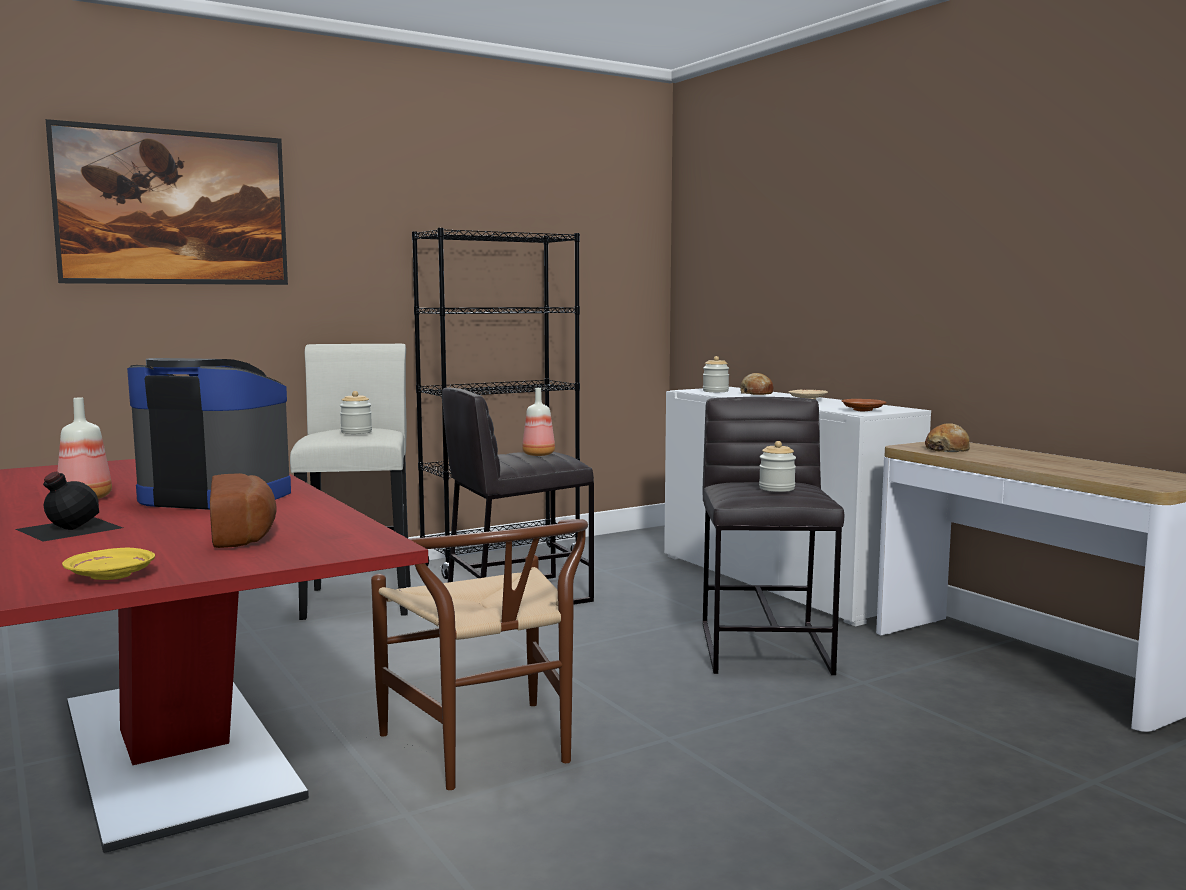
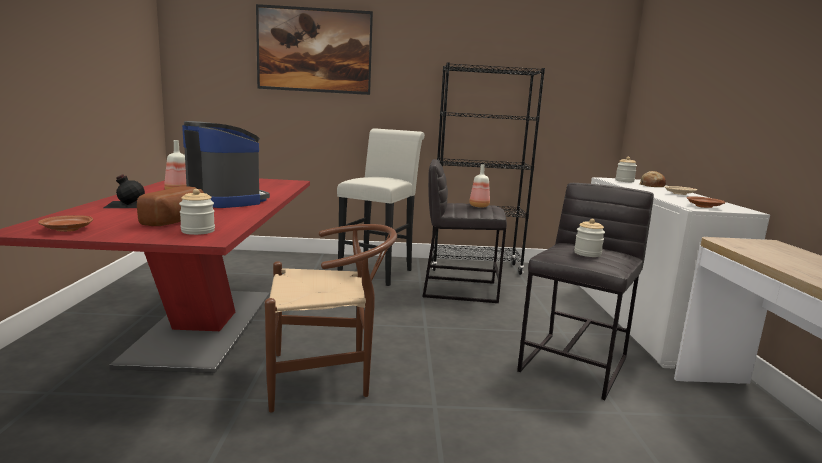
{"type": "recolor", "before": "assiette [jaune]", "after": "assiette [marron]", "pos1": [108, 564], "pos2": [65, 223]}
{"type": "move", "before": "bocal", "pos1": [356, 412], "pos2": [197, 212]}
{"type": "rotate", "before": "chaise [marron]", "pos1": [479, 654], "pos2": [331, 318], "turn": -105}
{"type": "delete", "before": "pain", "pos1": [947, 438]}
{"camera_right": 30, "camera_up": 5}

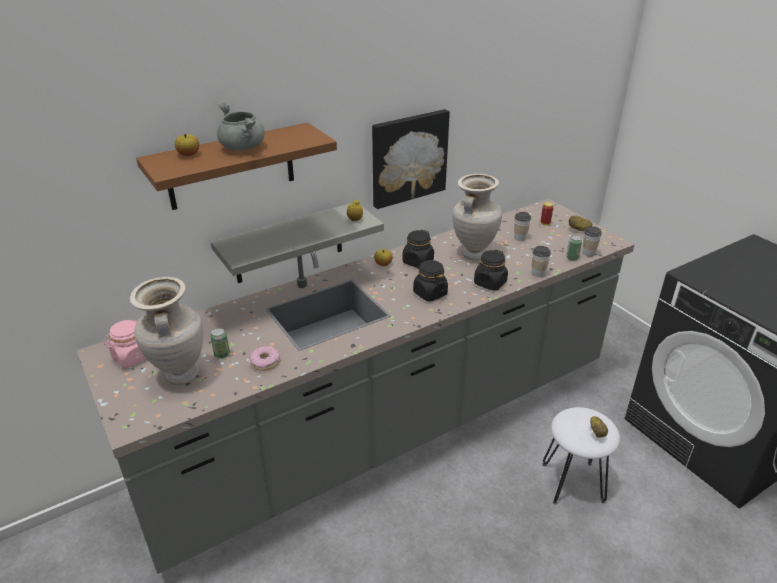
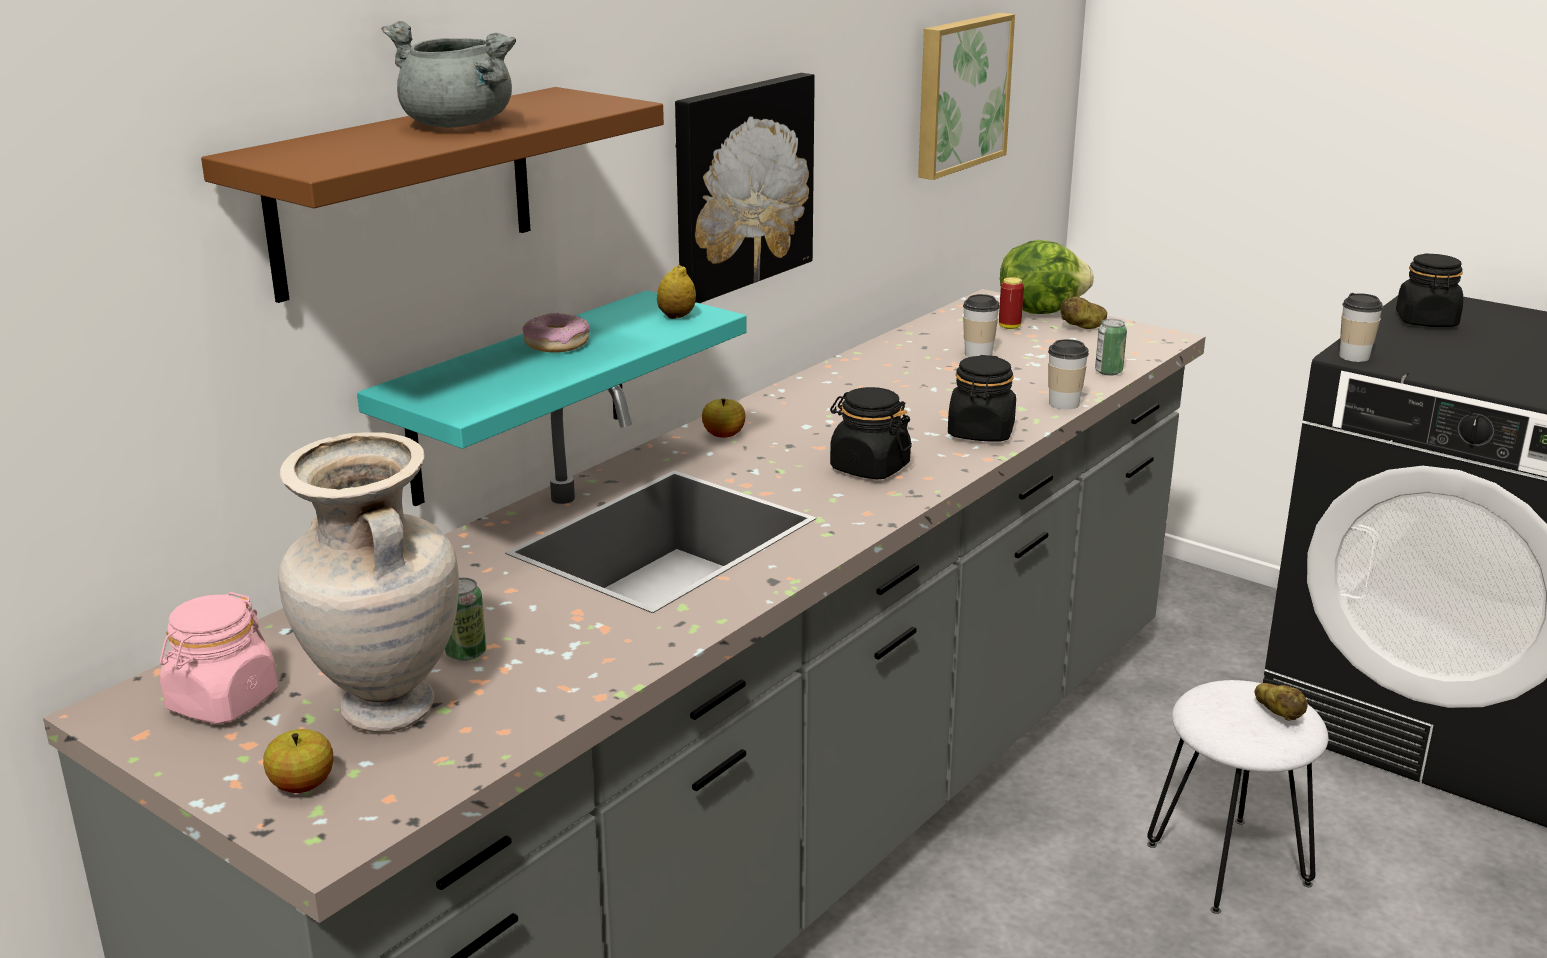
{"type": "move", "before": "pomme", "pos1": [187, 145], "pos2": [298, 761]}
{"type": "recolor", "before": "étagère [gris]", "after": "étagère [turquoise]", "pos1": [297, 243], "pos2": [552, 398]}
{"type": "move", "before": "beignet", "pos1": [264, 358], "pos2": [556, 332]}
{"type": "move", "before": "bocal [noir]", "pos1": [418, 248], "pos2": [1429, 290]}
{"type": "delete", "before": "vase [beige]", "pos1": [477, 217]}
{"type": "move", "before": "tasse", "pos1": [592, 241], "pos2": [1361, 327]}
{"type": "insert", "after": "tableau", "pos2": [966, 96]}
{"type": "insert", "after": "laitue", "pos2": [1047, 277]}
{"camera_right": -20, "camera_up": -10}

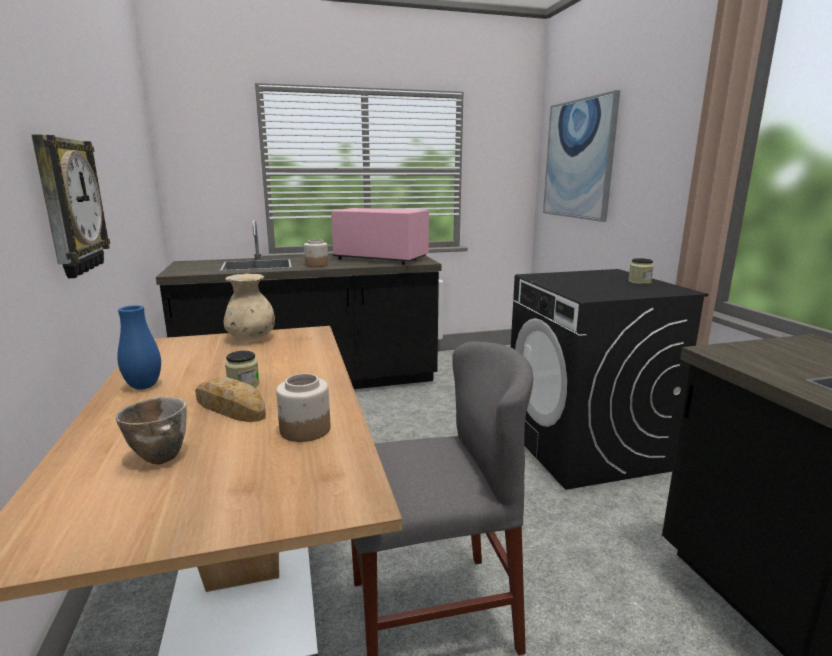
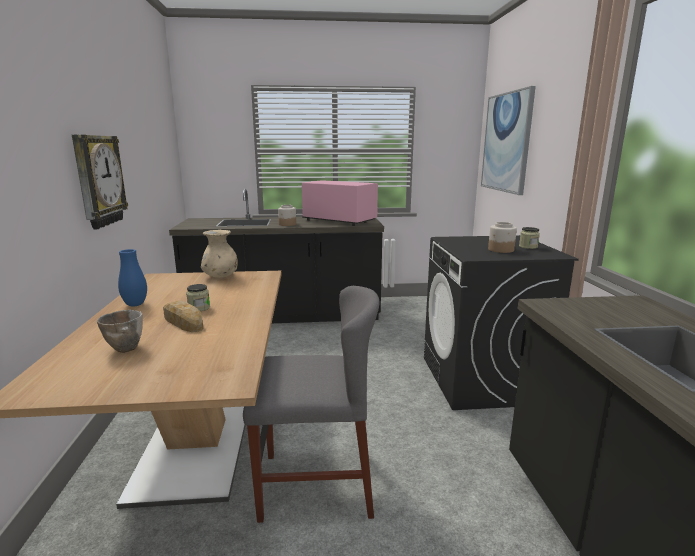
{"type": "move", "before": "bocal", "pos1": [303, 408], "pos2": [502, 237]}
{"camera_right": 10, "camera_up": 0}

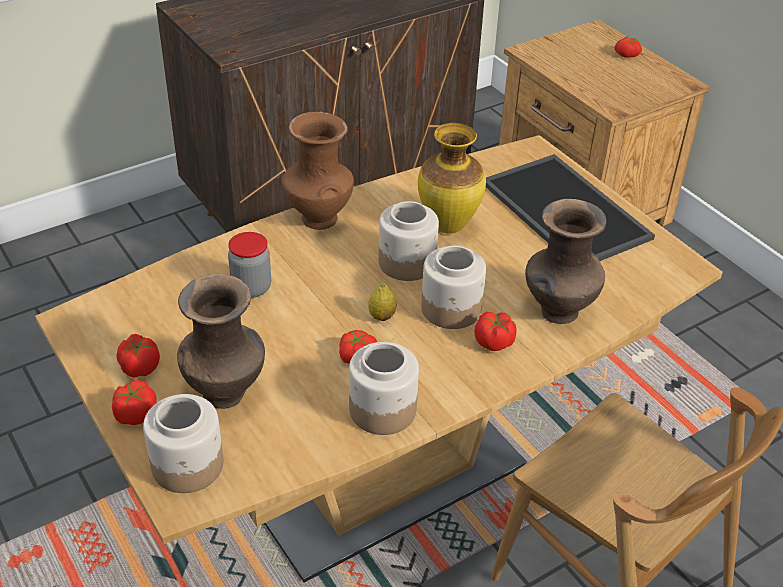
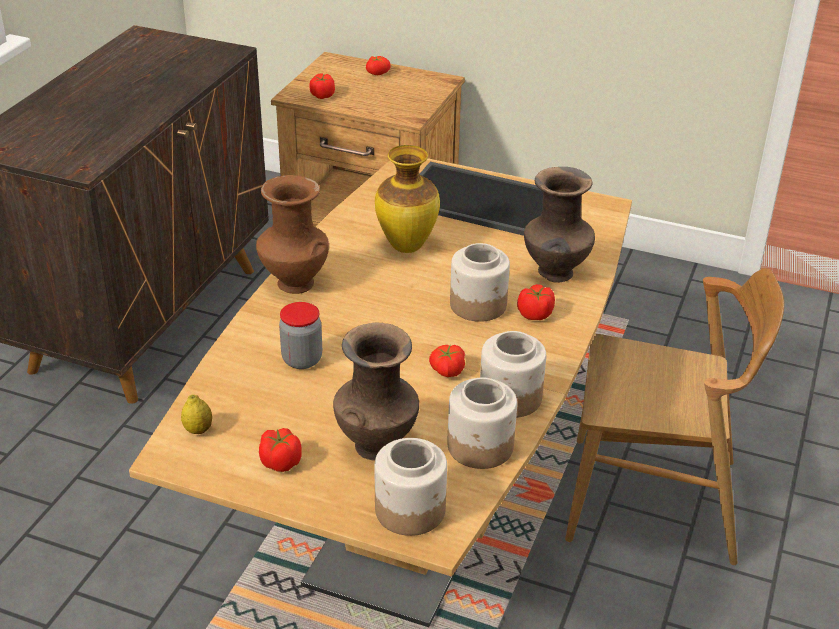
{"type": "move", "before": "tomate", "pos1": [134, 402], "pos2": [322, 86]}
{"type": "move", "before": "citron", "pos1": [382, 302], "pos2": [196, 414]}
{"type": "move", "before": "bocal", "pos1": [409, 241], "pos2": [482, 423]}
{"camera_right": -35, "camera_up": -5}

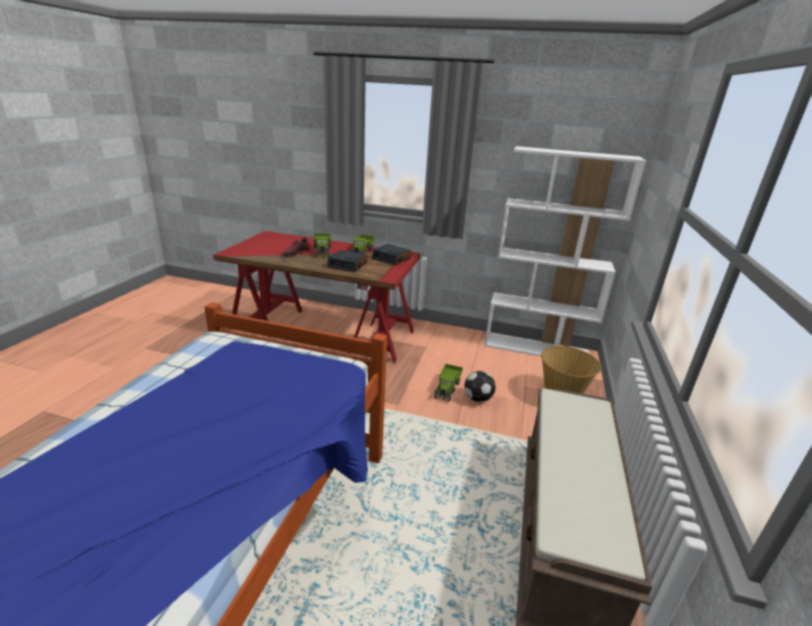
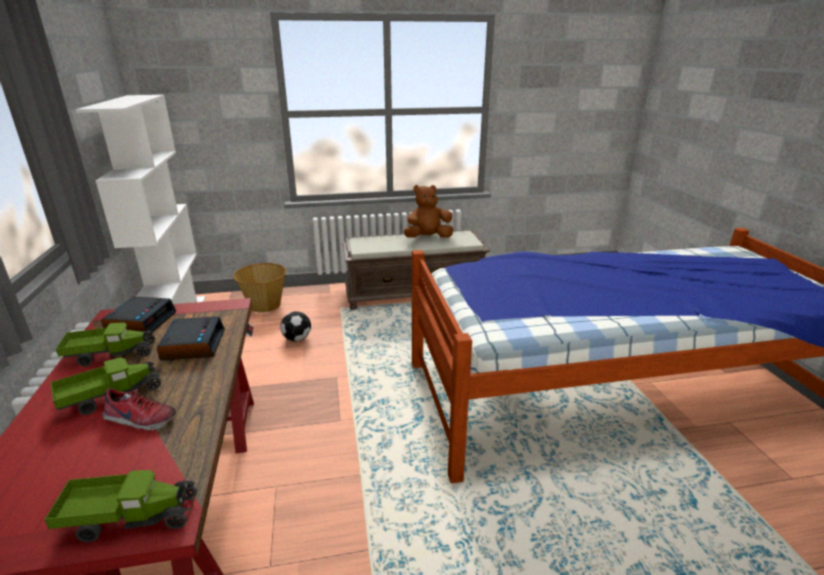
{"type": "move", "before": "camion jouet", "pos1": [448, 383], "pos2": [121, 504]}
{"type": "insert", "after": "peluche [marron]", "pos2": [429, 211]}
{"camera_right": -115, "camera_up": 0}

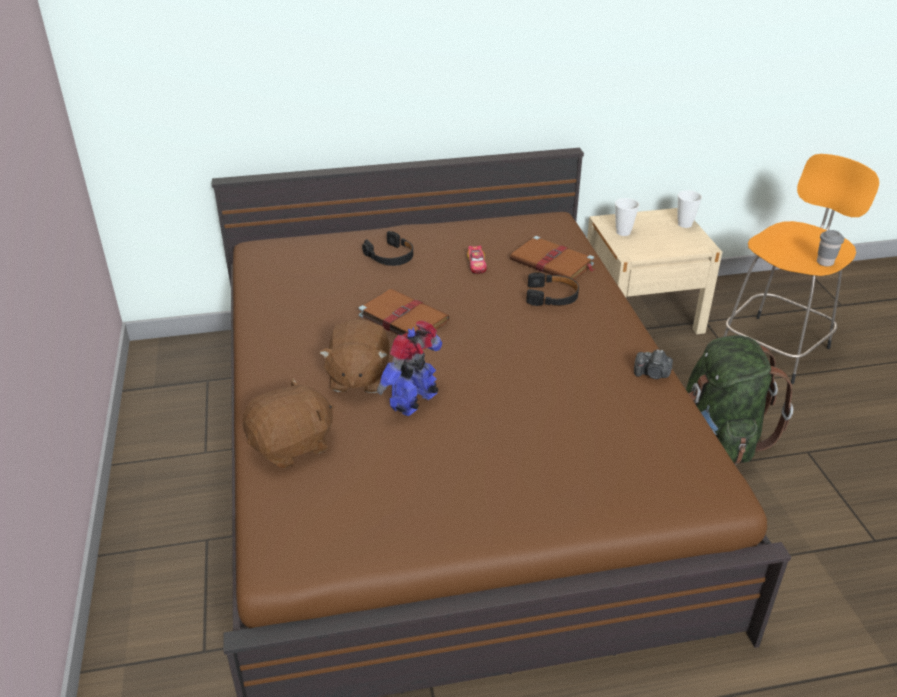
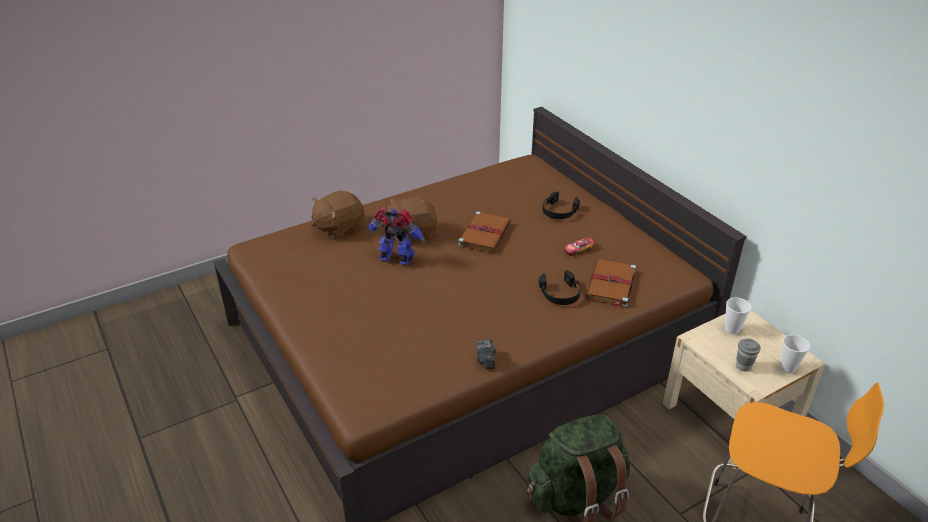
{"type": "rotate", "before": "peluche [marron]", "pos1": [288, 423], "pos2": [337, 215], "turn": 105}
{"type": "move", "before": "tasse [gris]", "pos1": [830, 248], "pos2": [748, 354]}
{"camera_right": 70, "camera_up": 0}

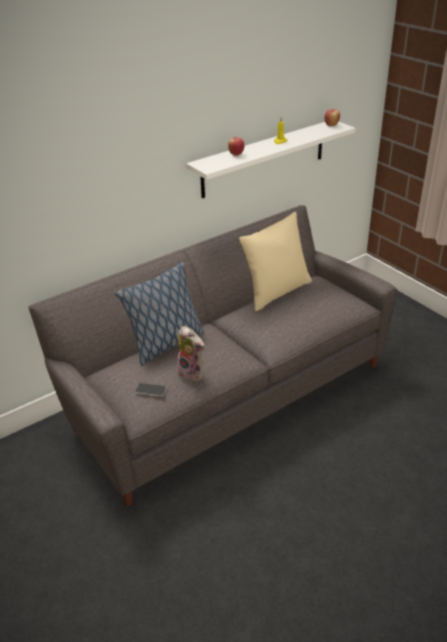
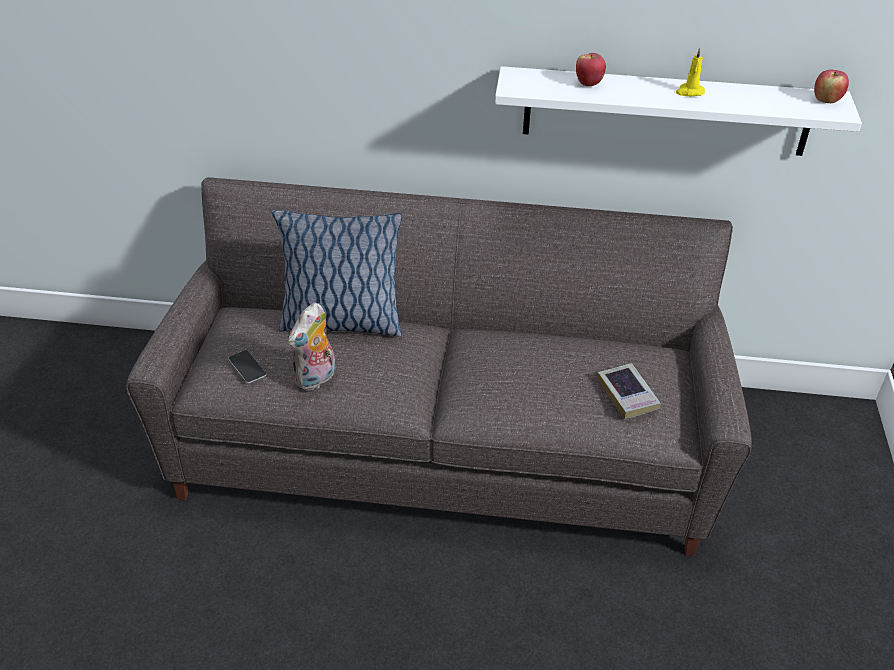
{"type": "rotate", "before": "peluche", "pos1": [191, 354], "pos2": [312, 347], "turn": 45}
{"type": "delete", "before": "coussin [beige]", "pos1": [275, 261]}
{"type": "insert", "after": "livre", "pos2": [629, 391]}
{"camera_right": 40, "camera_up": 5}

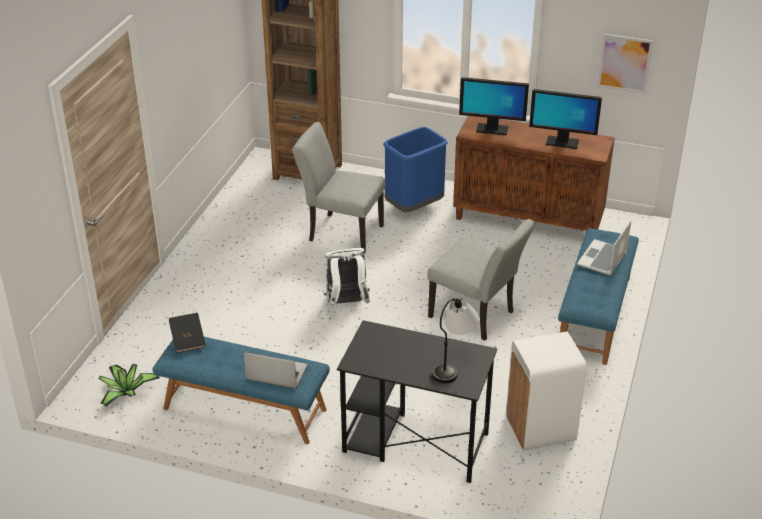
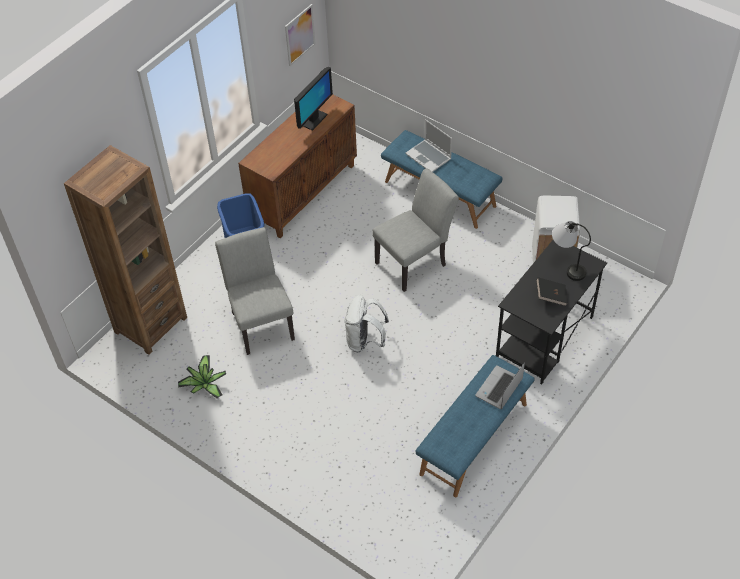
{"type": "move", "before": "plante en pot", "pos1": [129, 385], "pos2": [202, 376]}
{"type": "move", "before": "livre [noir]", "pos1": [187, 333], "pos2": [552, 291]}
{"type": "rotate", "before": "chaise [gris]", "pos1": [338, 187], "pos2": [255, 291], "turn": 120}
{"type": "delete", "before": "écran d'ordinateur", "pos1": [494, 106]}
{"camera_right": -70, "camera_up": 15}

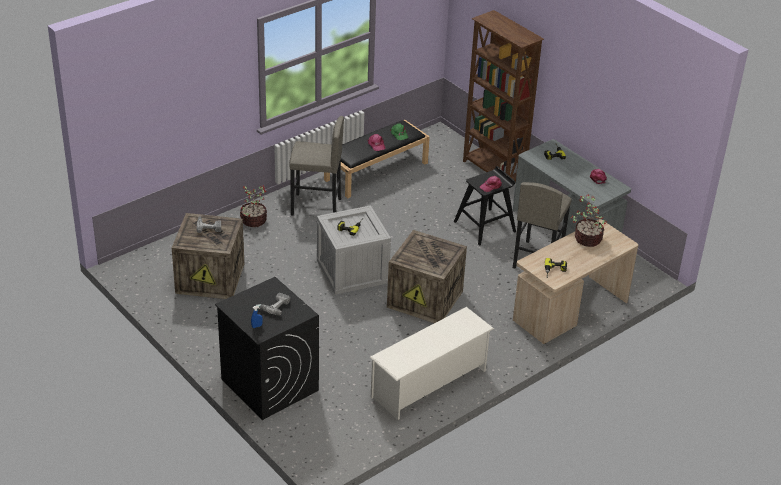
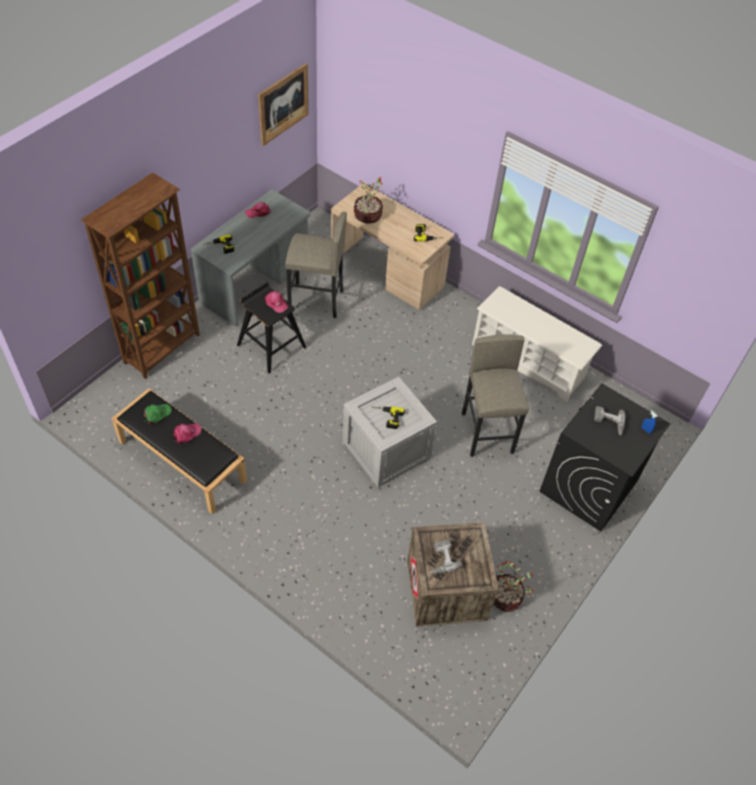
{"type": "move", "before": "plante en pot", "pos1": [253, 206], "pos2": [514, 586]}
{"type": "move", "before": "tabouret [gris]", "pos1": [316, 166], "pos2": [495, 395]}
{"type": "delete", "before": "caisse", "pos1": [427, 276]}
{"type": "insert", "after": "tableau", "pos2": [283, 104]}
{"camera_right": -105, "camera_up": 15}

